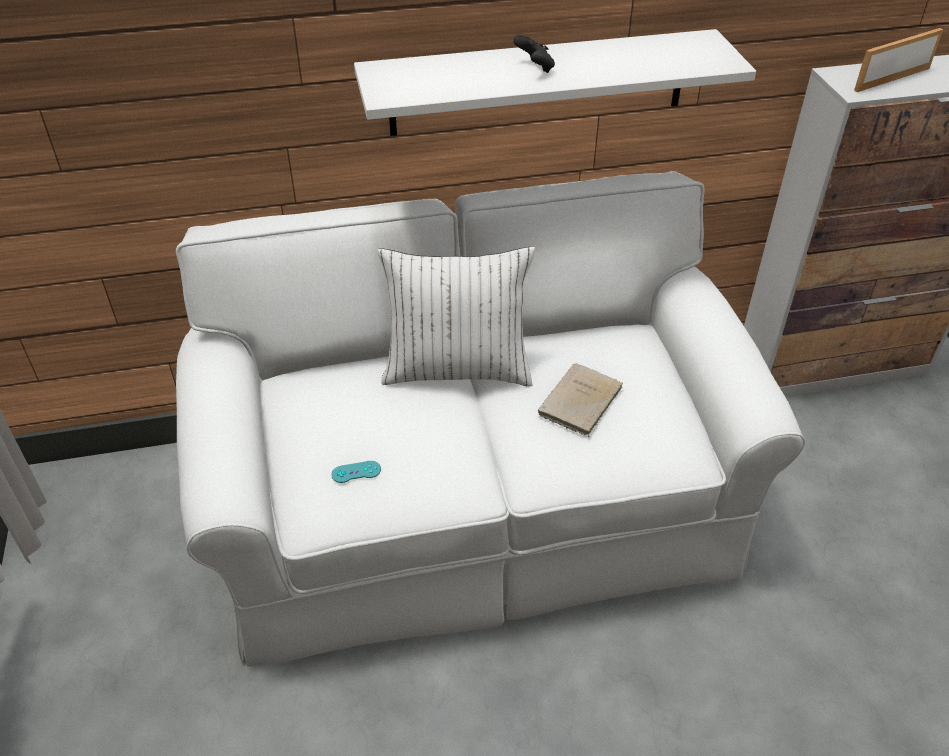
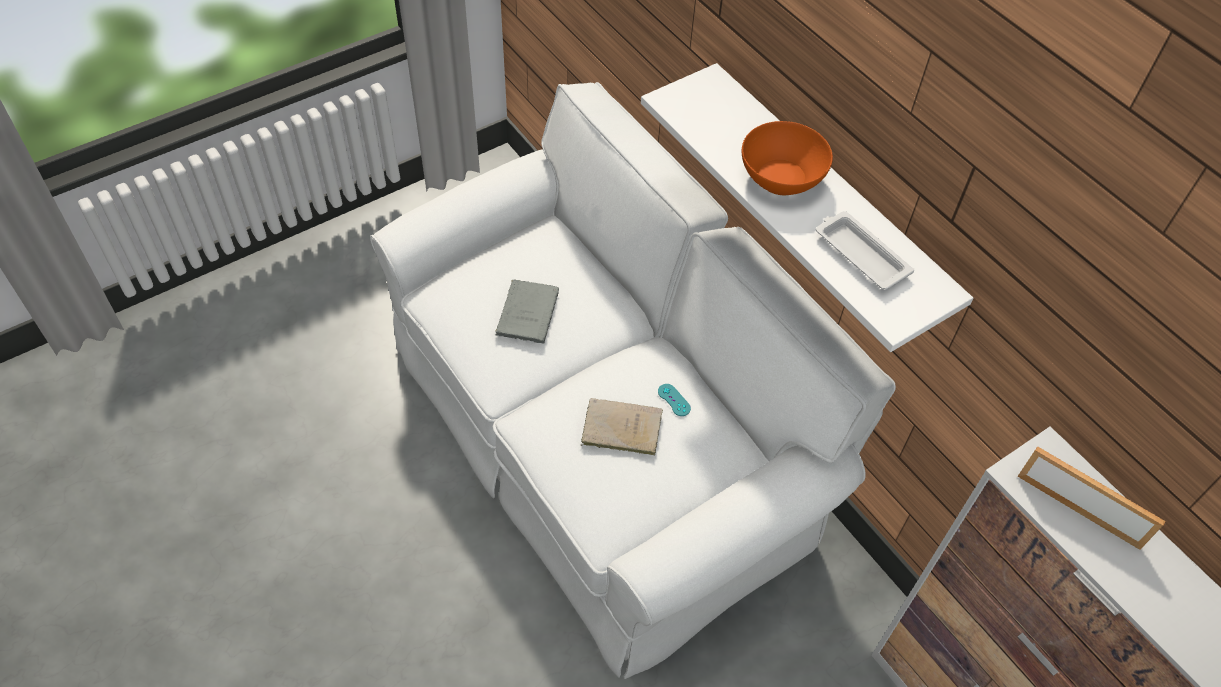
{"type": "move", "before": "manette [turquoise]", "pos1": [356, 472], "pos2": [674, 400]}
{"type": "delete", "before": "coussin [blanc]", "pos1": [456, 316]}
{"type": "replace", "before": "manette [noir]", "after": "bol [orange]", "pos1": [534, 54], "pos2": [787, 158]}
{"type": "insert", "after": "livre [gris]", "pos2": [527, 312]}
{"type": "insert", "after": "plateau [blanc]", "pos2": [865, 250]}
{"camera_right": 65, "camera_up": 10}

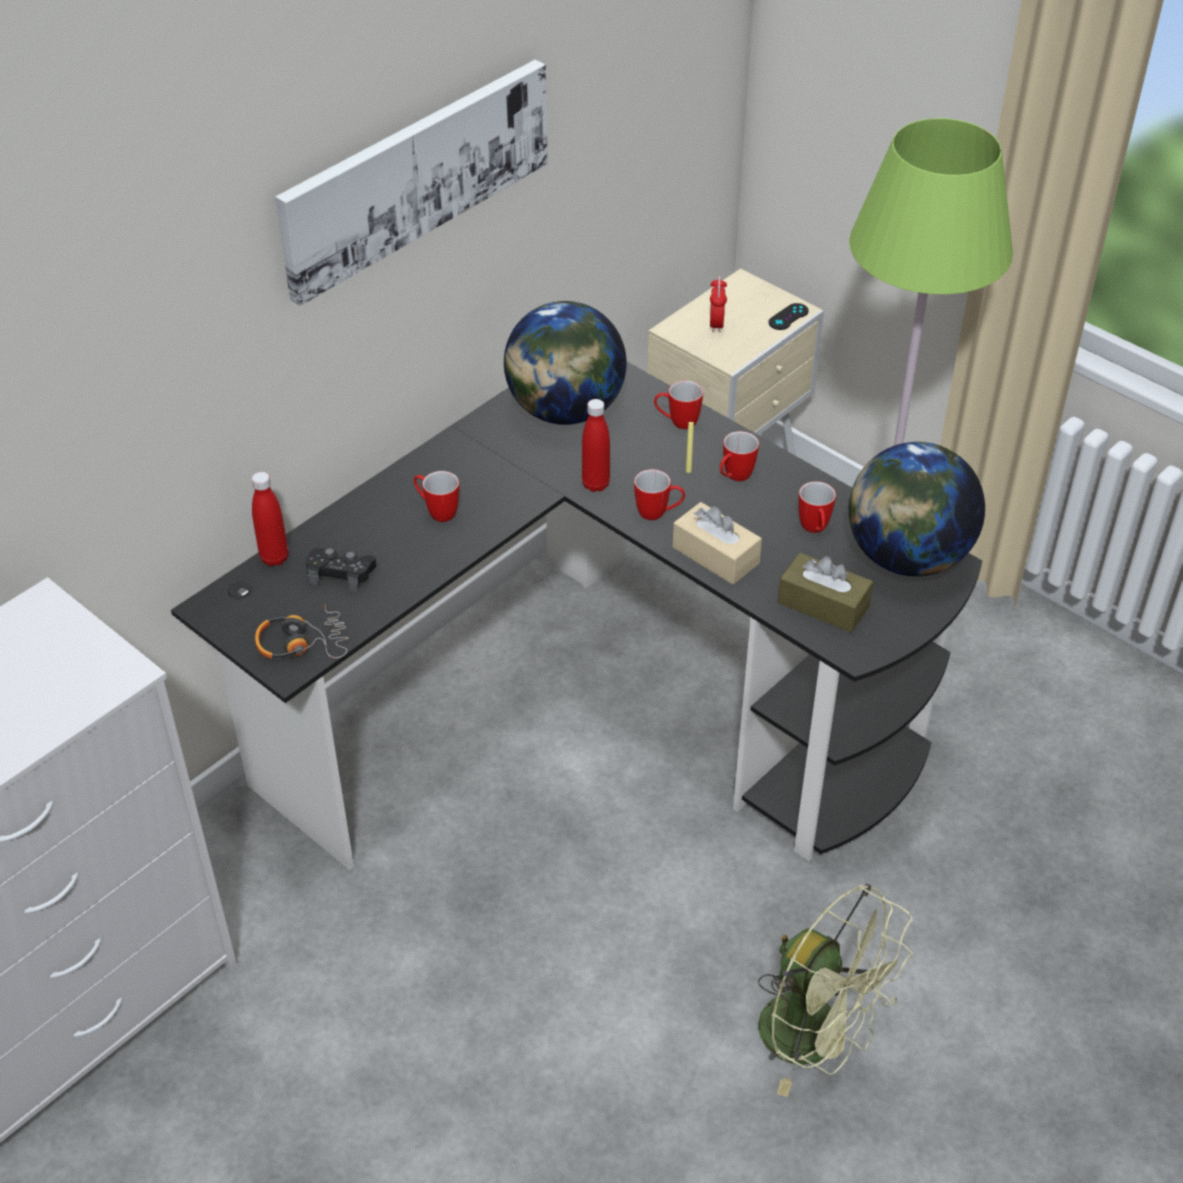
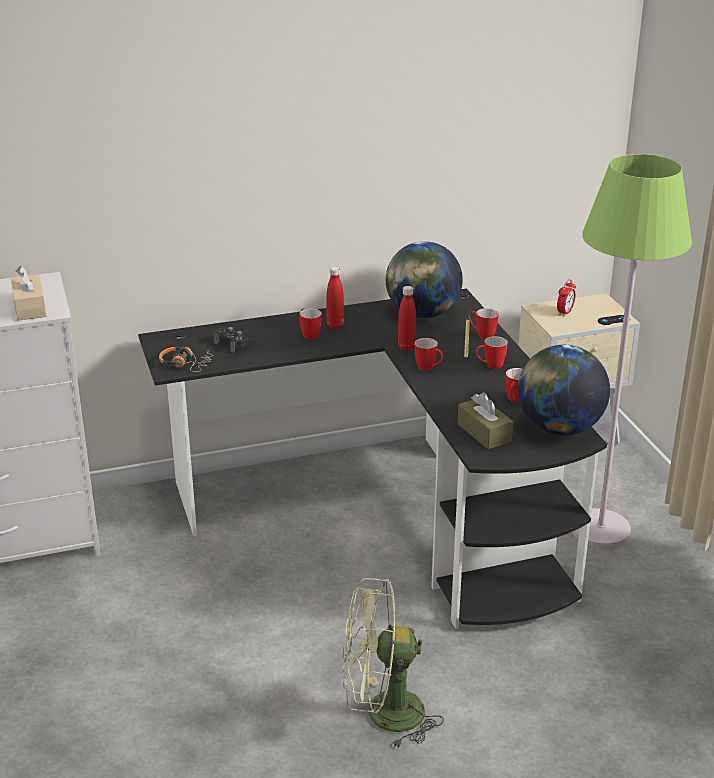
{"type": "move", "before": "bouteille [rouge]", "pos1": [270, 519], "pos2": [335, 298]}
{"type": "delete", "before": "tableau", "pos1": [411, 183]}
{"type": "move", "before": "boîte à mouchoirs [beige]", "pos1": [717, 543], "pos2": [29, 293]}
{"type": "rotate", "before": "ventilateur [vert]", "pos1": [835, 990], "pos2": [393, 663], "turn": 105}
{"camera_right": 30, "camera_up": -15}

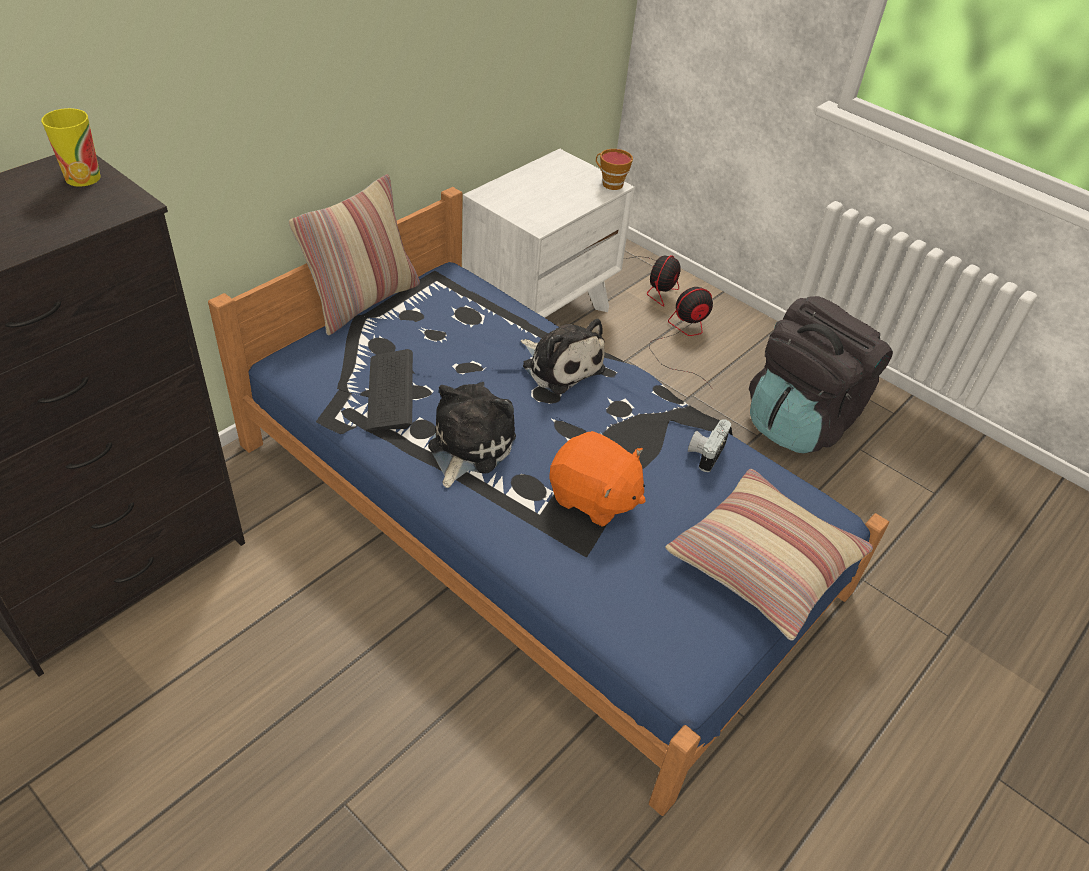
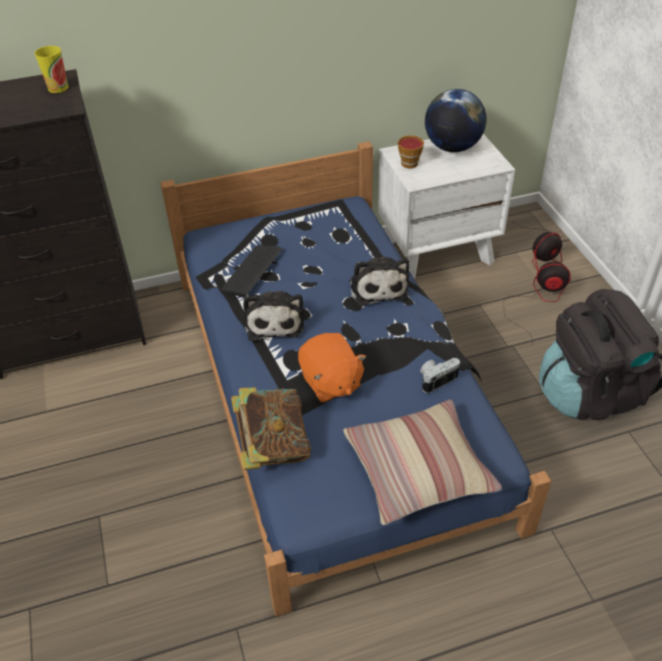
{"type": "delete", "before": "coussin", "pos1": [354, 254]}
{"type": "rotate", "before": "peluche", "pos1": [472, 436], "pos2": [273, 316], "turn": 120}
{"type": "move", "before": "tasse", "pos1": [614, 169], "pos2": [411, 152]}
{"type": "insert", "after": "livre", "pos2": [271, 428]}
{"type": "insert", "after": "globe", "pos2": [455, 120]}
{"camera_right": 35, "camera_up": 0}

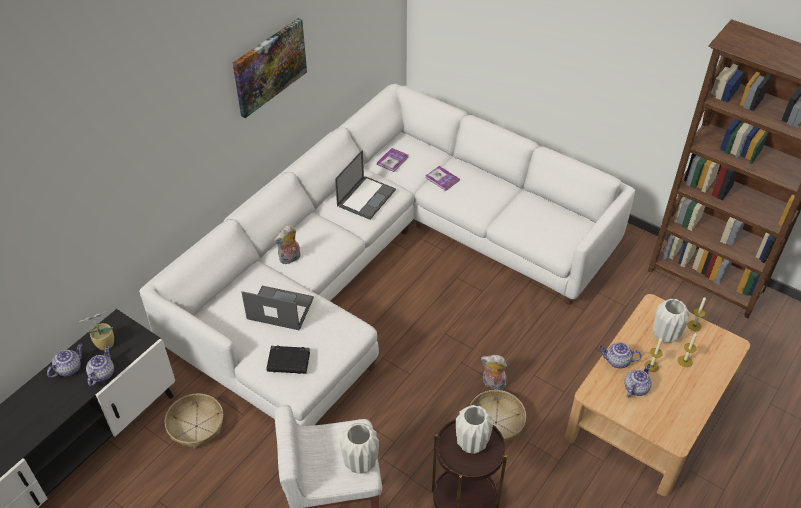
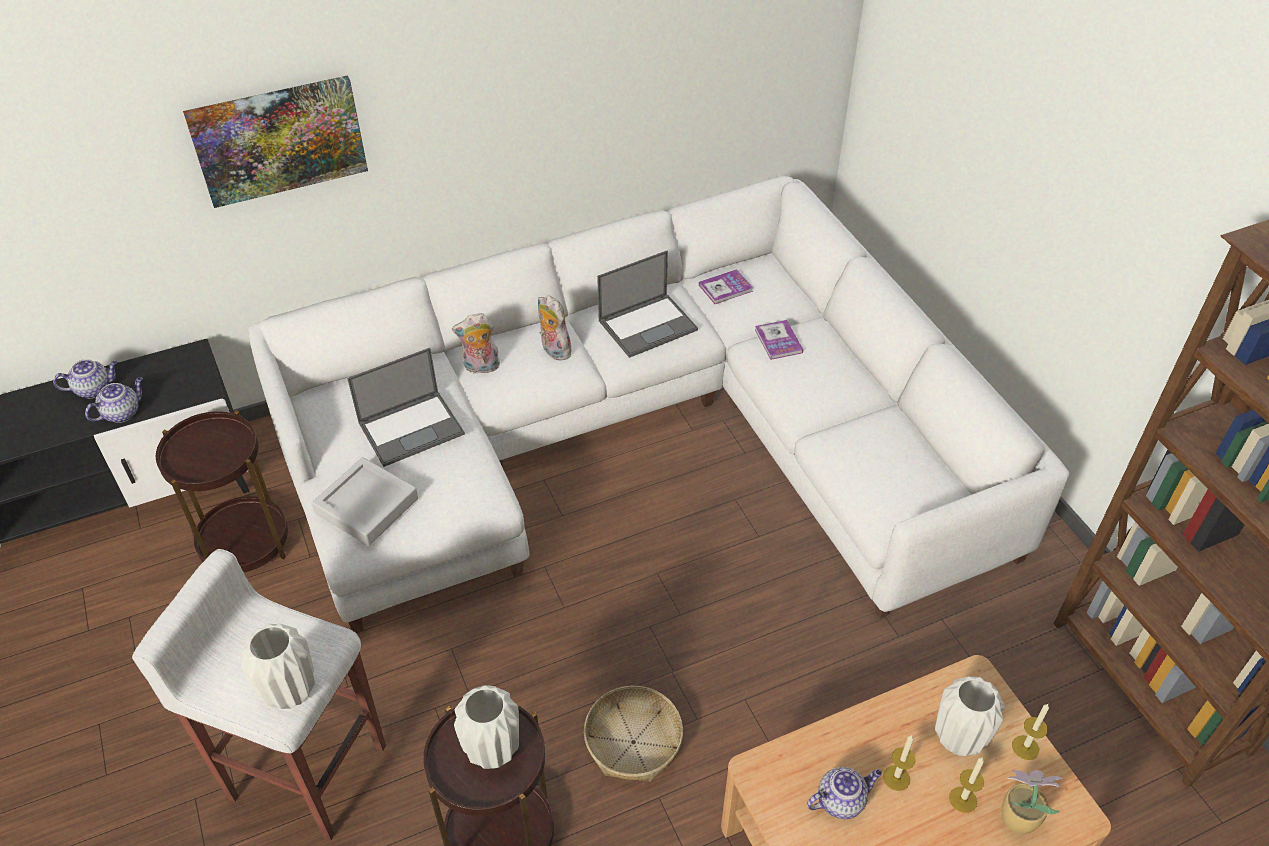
{"type": "move", "before": "plante en pot", "pos1": [97, 330], "pos2": [1032, 802]}
{"type": "replace", "before": "panier", "after": "table d'appoint [marron]", "pos1": [194, 421], "pos2": [222, 491]}
{"type": "move", "before": "tableau", "pos1": [270, 68], "pos2": [275, 141]}
{"type": "rotate", "before": "ordinateur portable", "pos1": [278, 308], "pos2": [406, 407], "turn": 105}
{"type": "replace", "before": "livre [noir]", "after": "plateau [gris]", "pos1": [288, 360], "pos2": [365, 501]}
{"type": "move", "before": "peluche", "pos1": [495, 372], "pos2": [554, 328]}
{"type": "delete", "before": "théière", "pos1": [620, 355]}
{"camera_right": 30, "camera_up": 0}

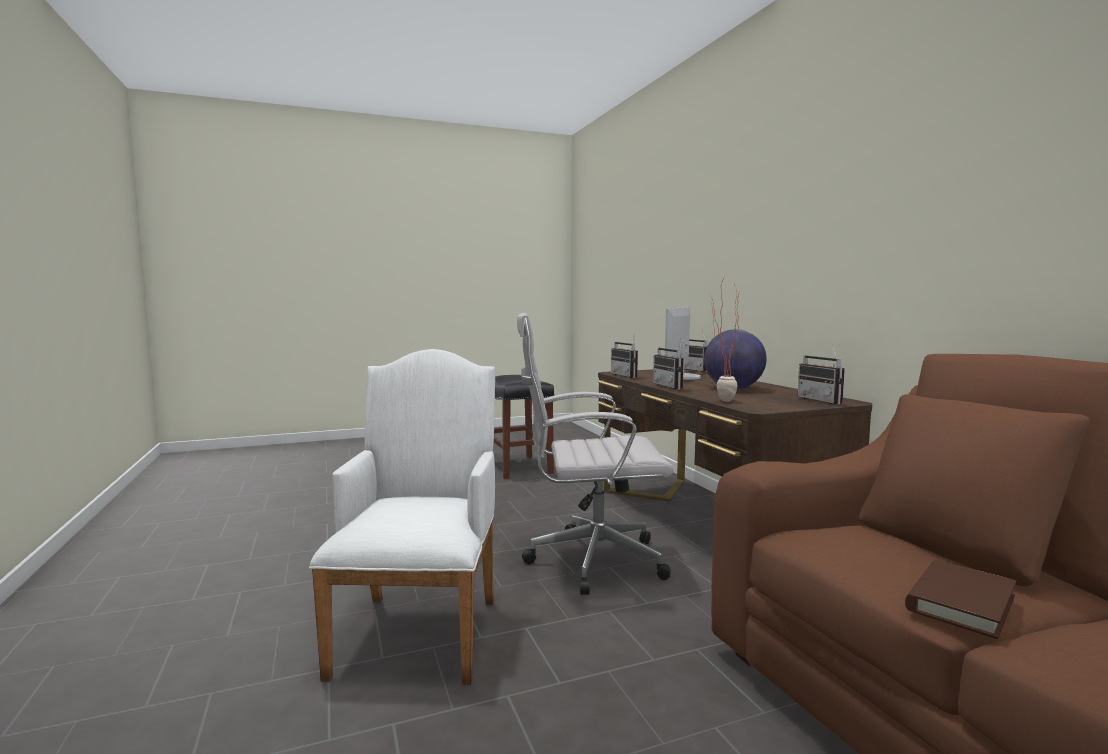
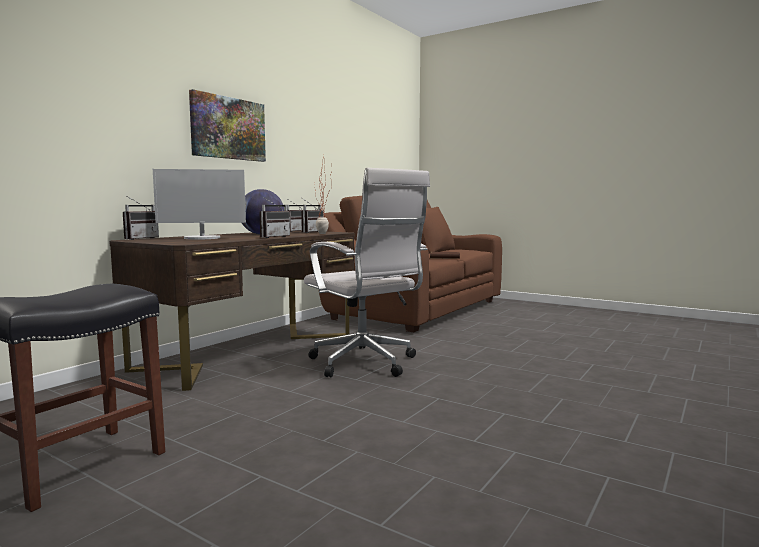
{"type": "delete", "before": "fauteuil [blanc]", "pos1": [402, 517]}
{"type": "move", "before": "radio", "pos1": [624, 356], "pos2": [312, 215]}
{"type": "insert", "after": "tableau", "pos2": [227, 125]}
{"camera_right": -125, "camera_up": 0}

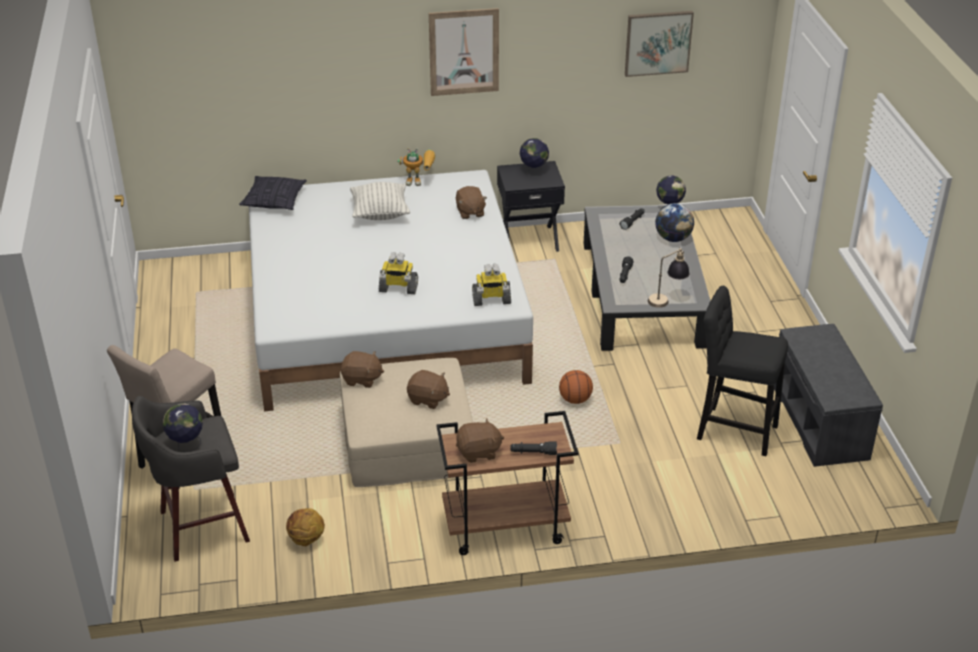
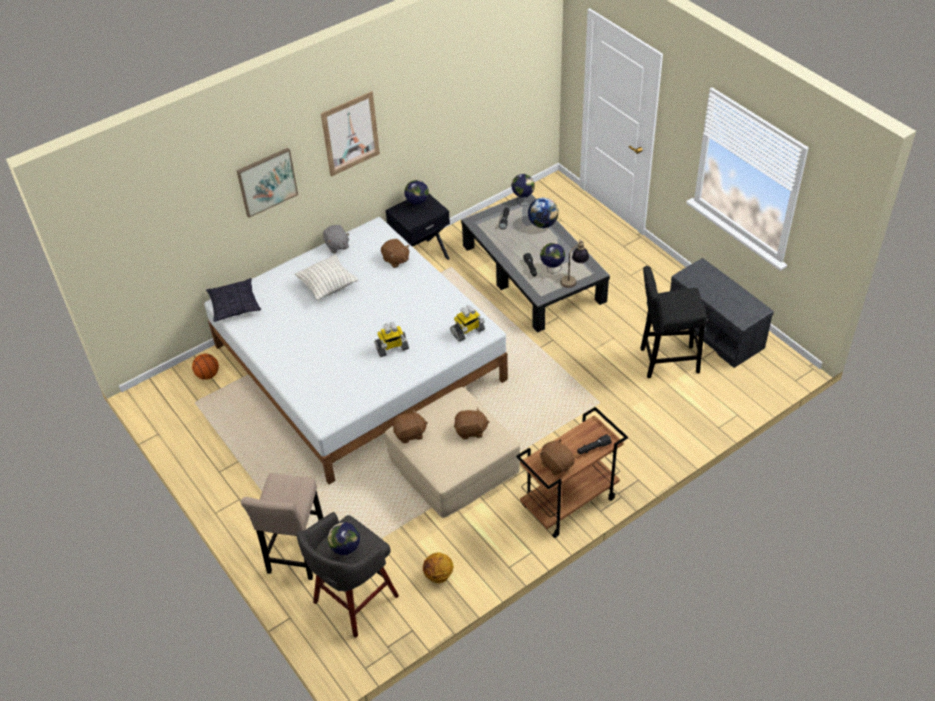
{"type": "replace", "before": "robot jouet", "after": "peluche [gris]", "pos1": [416, 167], "pos2": [336, 239]}
{"type": "rotate", "before": "peluche [marron]", "pos1": [480, 440], "pos2": [557, 457], "turn": -90}
{"type": "move", "before": "ballon de basket", "pos1": [576, 387], "pos2": [205, 367]}
{"type": "move", "before": "tableau", "pos1": [659, 44], "pos2": [267, 183]}
{"type": "insert", "after": "globe", "pos2": [552, 258]}
{"camera_right": -25, "camera_up": 10}

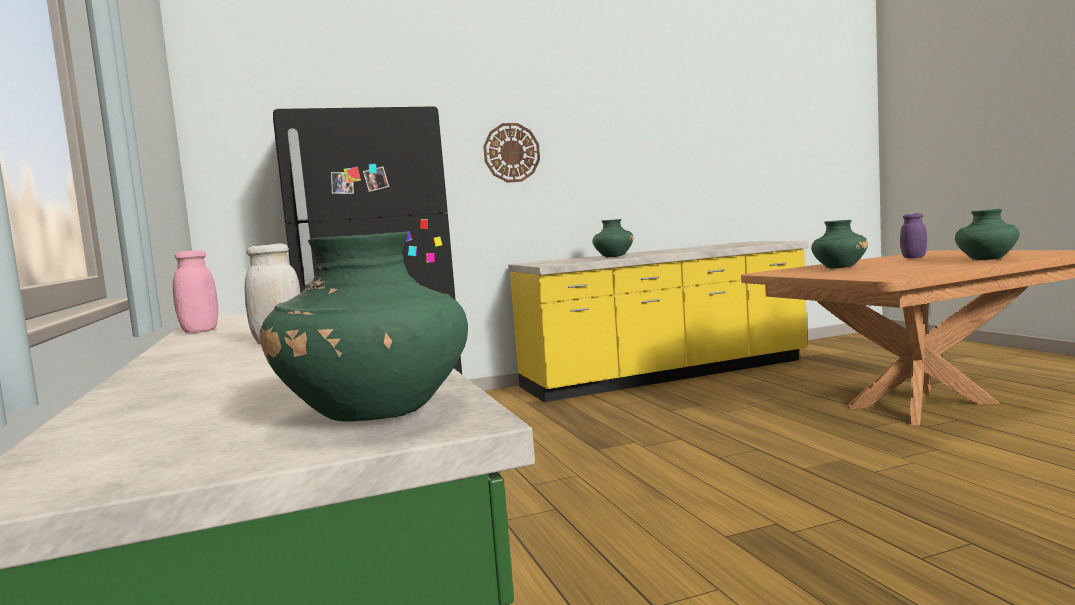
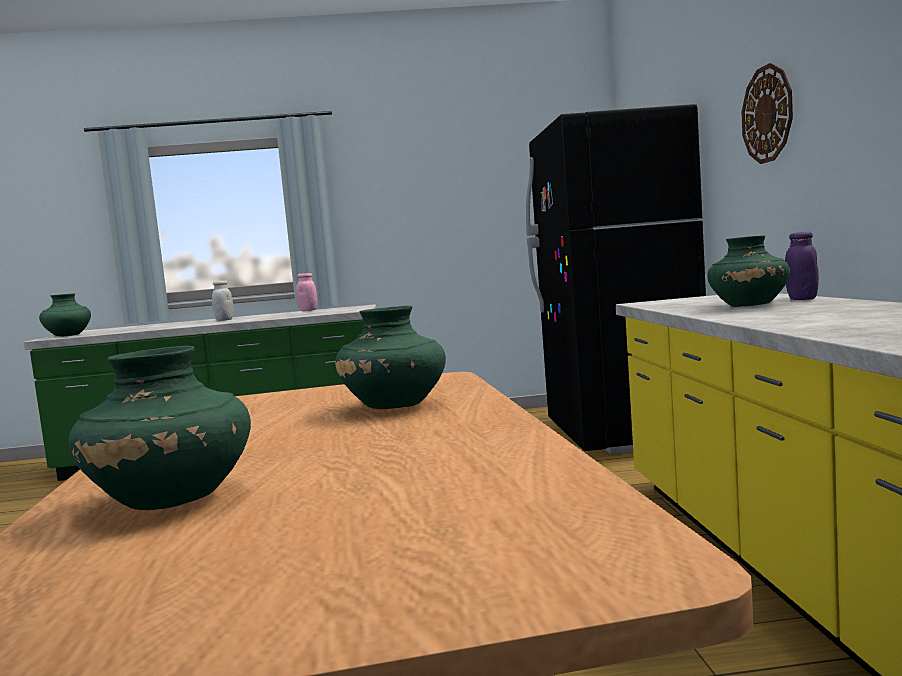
{"type": "move", "before": "bocal [violet]", "pos1": [913, 235], "pos2": [802, 266]}
{"camera_right": 105, "camera_up": 0}

